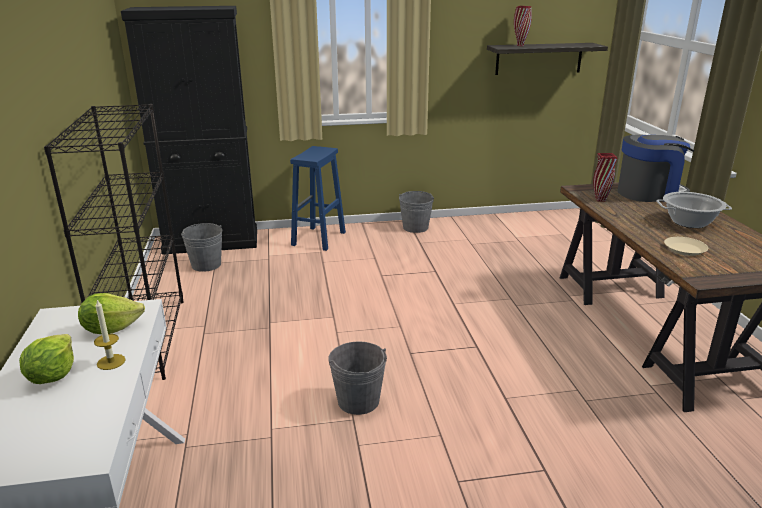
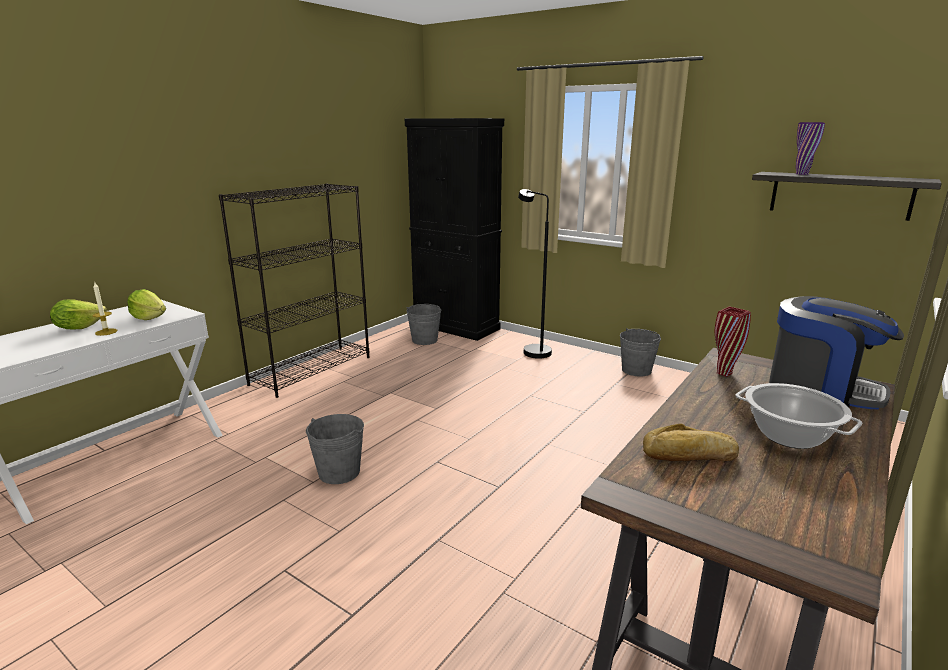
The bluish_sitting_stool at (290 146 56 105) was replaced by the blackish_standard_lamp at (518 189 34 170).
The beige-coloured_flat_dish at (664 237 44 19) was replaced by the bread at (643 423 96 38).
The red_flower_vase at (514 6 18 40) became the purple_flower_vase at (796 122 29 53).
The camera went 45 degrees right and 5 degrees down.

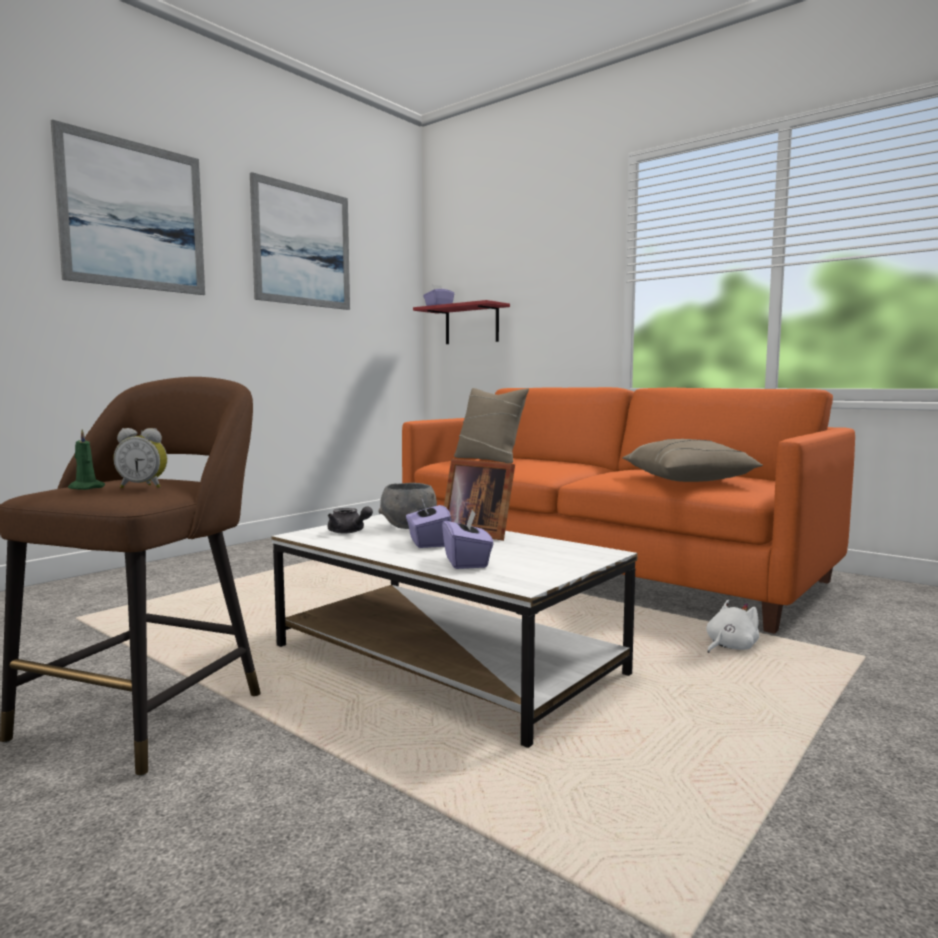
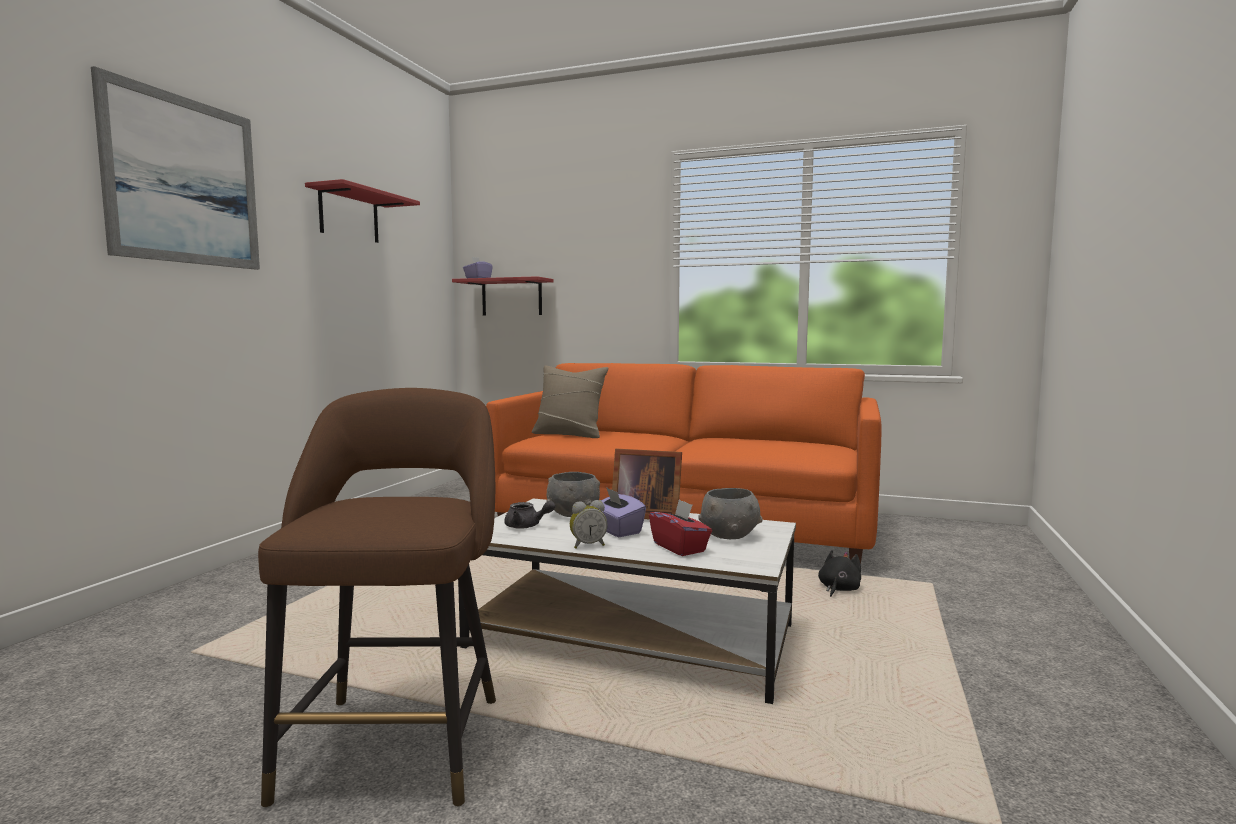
The wall_art at (250 172 100 138) was replaced by the red_bracket_shelf at (305 179 115 64).
The alarm_clock moved from (113 428 54 60) to (570 500 38 49).
The purple_tissue_box at (442 509 52 60) became the red_tissue_box at (649 499 63 57).
The grey_deep_dish at (698 488 65 51) appeared.
The white-coloured_soft_toy at (706 600 54 53) became the blackish_soft_toy at (818 550 43 47).
The green-coloured_wax_candle at (68 429 37 61) disappeared.
The beige-coloured_cushion at (622 439 141 43) disappeared.
The camera went 20 degrees left and 0 degrees up.

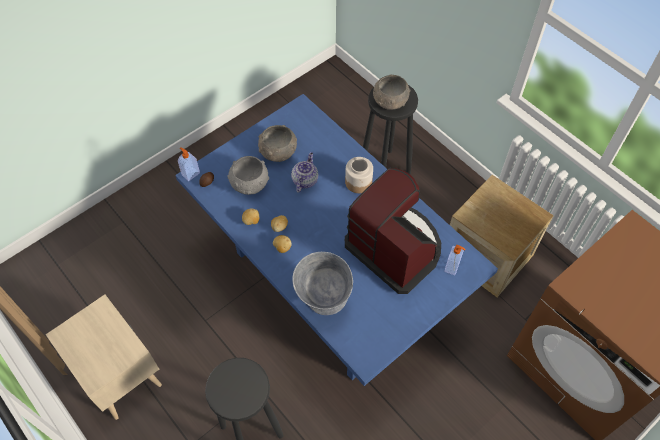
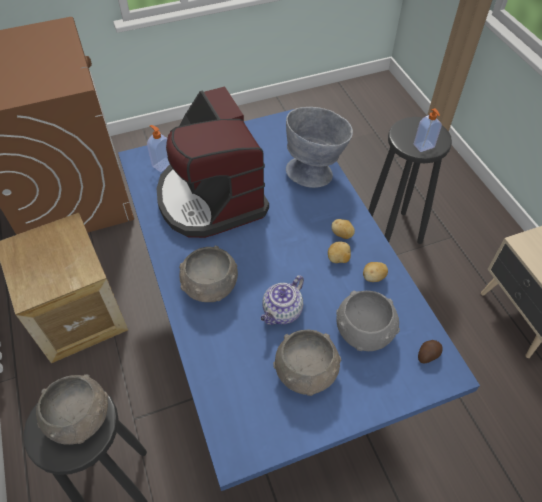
The storage_jar at (345 157 28 36) was replaced by the grey_deep_dish at (179 246 59 56).
The liquid_soap_bottle moved from (178 148 22 33) to (414 108 28 44).
The camera went 160 degrees left and 5 degrees down.

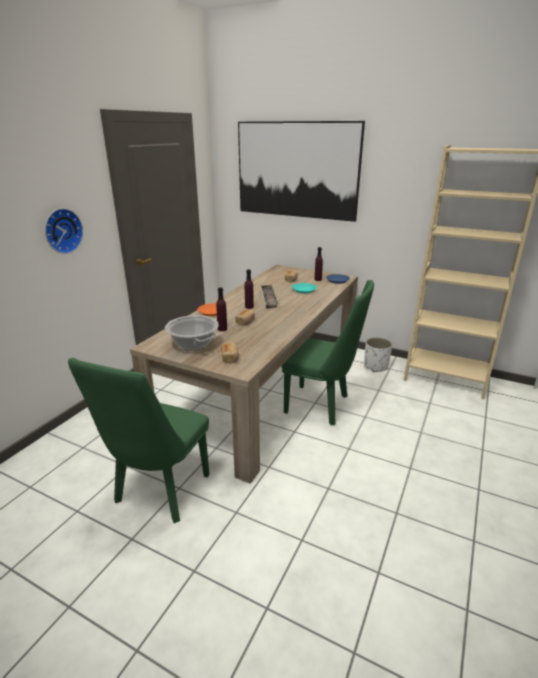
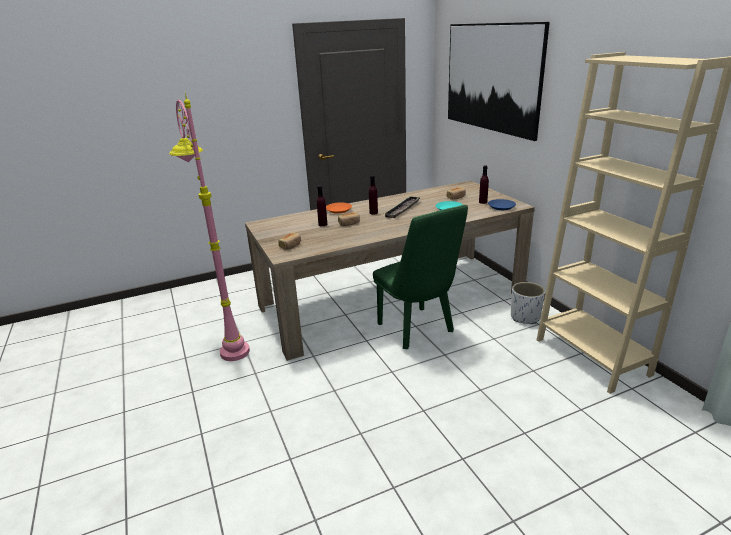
The green-coloured_plain_chair at (68 358 142 165) was replaced by the pink_standard_lamp at (169 92 81 269).
The clock_on_the_wall at (45 208 38 46) disappeared.
The saucepot at (165 315 54 36) disappeared.
The camera went 40 degrees right and 0 degrees up.

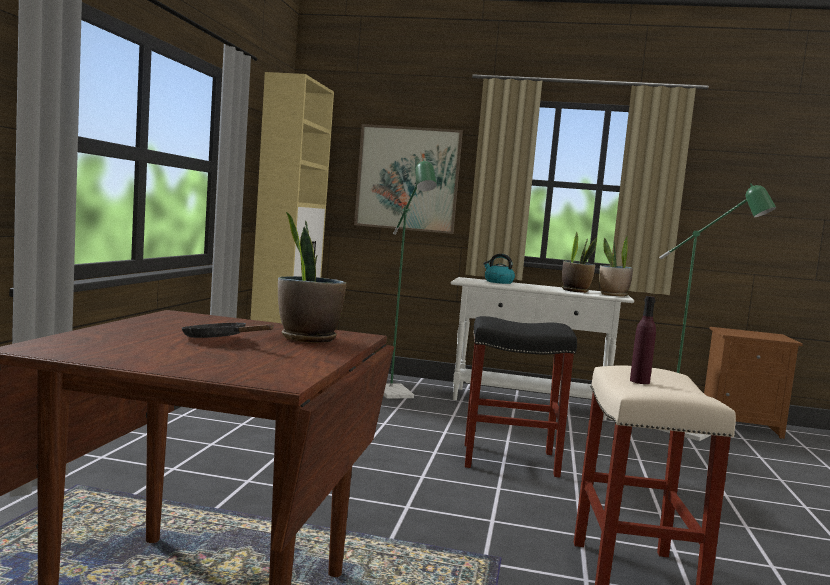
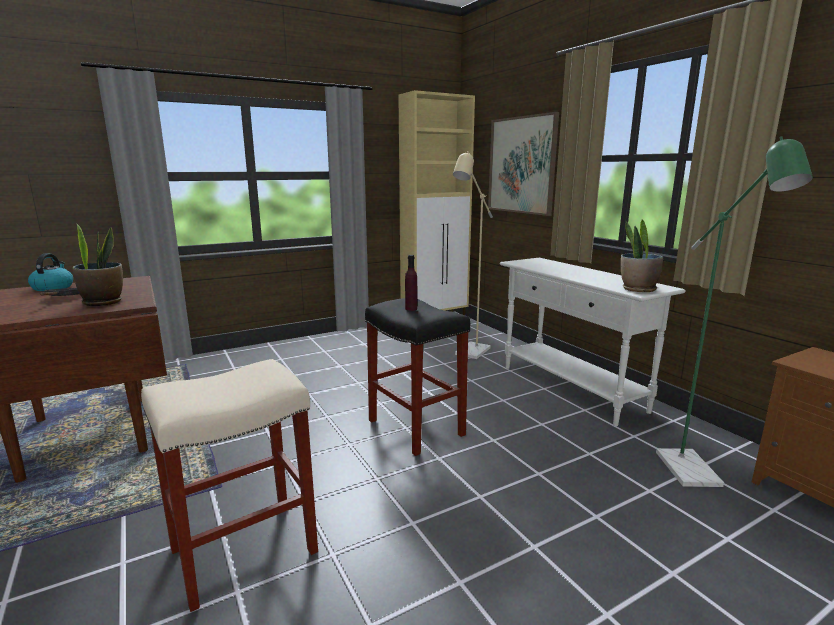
The water_kettle moved from (483 254 32 30) to (28 253 45 38).
The purple_drink_bottle moved from (630 296 26 88) to (405 255 12 56).
The green-coloured_standard_lamp at (384 160 53 238) became the beige-coloured_standard_lamp at (453 151 40 208).
The potted_plant at (562 231 35 62) disappeared.
The camera went 50 degrees right and 10 degrees up.

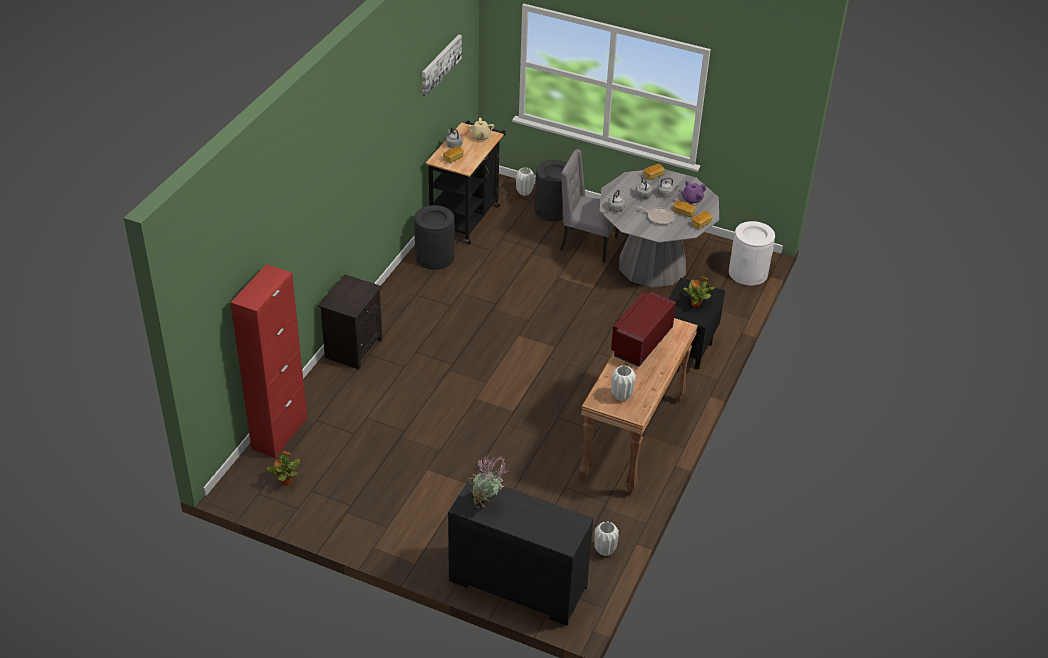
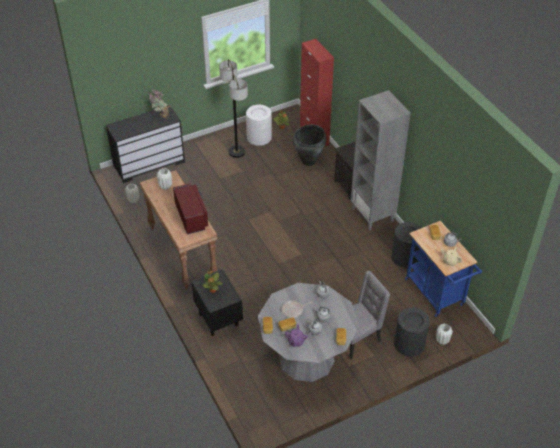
The standard_lamp at (219 59 29 99) appeared.
The white-coloured_rubbish_bin moved from (729 221 46 65) to (246 105 26 41).
The blackish_flower_vase at (293 125 33 41) appeared.
The grey_shelving_unit at (351 90 60 141) appeared.
The blackish_wheeled_cart at (426 121 80 124) became the bluish_wheeled_cart at (405 221 77 96).
The wall_art at (422 34 40 62) disappeared.
The camera went 130 degrees right and 5 degrees up.

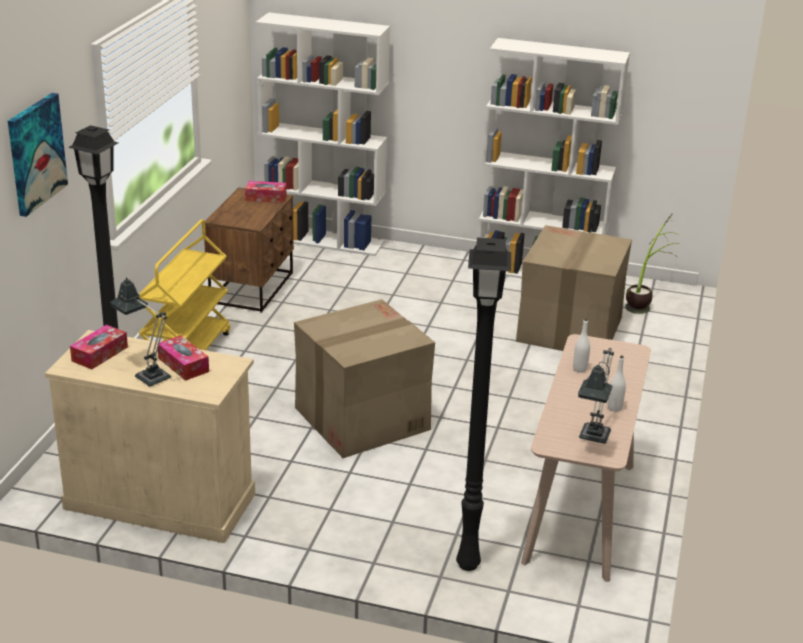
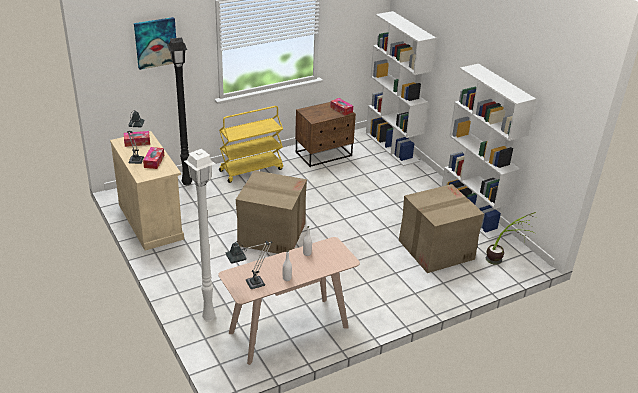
The blackish_standard_lamp at (456 237 55 334) became the white-coloured_standard_lamp at (184 149 32 173).
The camera went 45 degrees right and 5 degrees up.

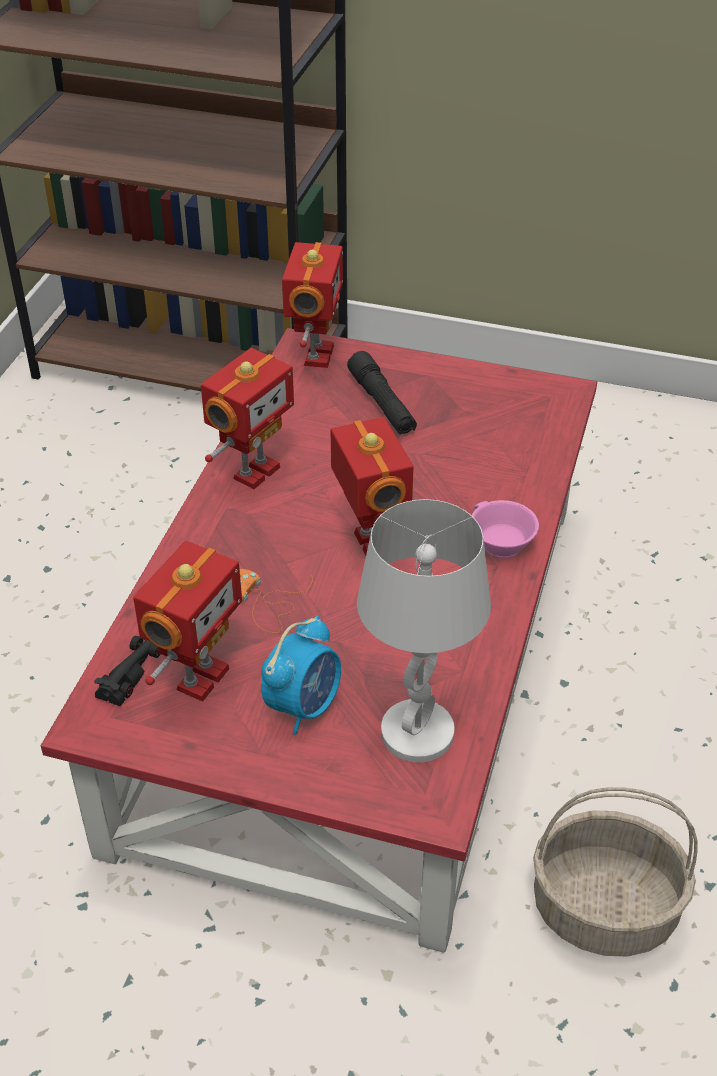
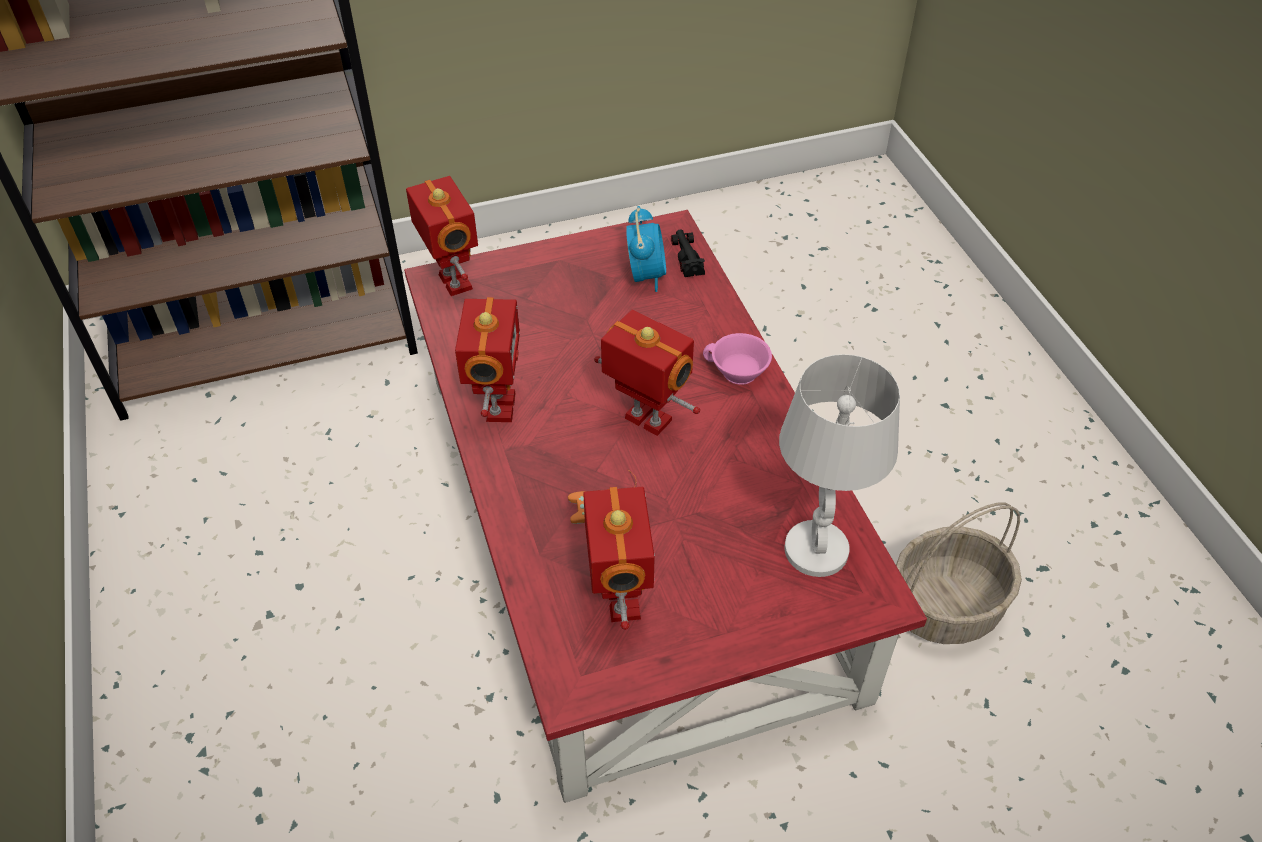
The alarm_clock moved from (261 615 80 120) to (626 206 40 86).
The blackish_toy_car moved from (94 636 66 70) to (671 230 34 47).
The blackish_torch at (347 351 70 83) disappeared.
The camera went 35 degrees left and 5 degrees up.

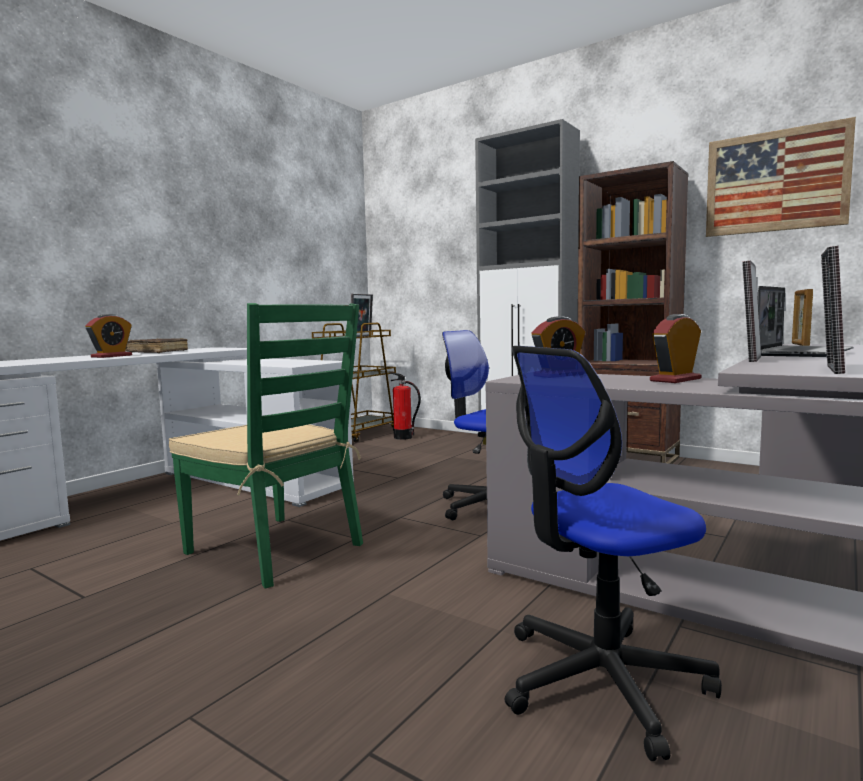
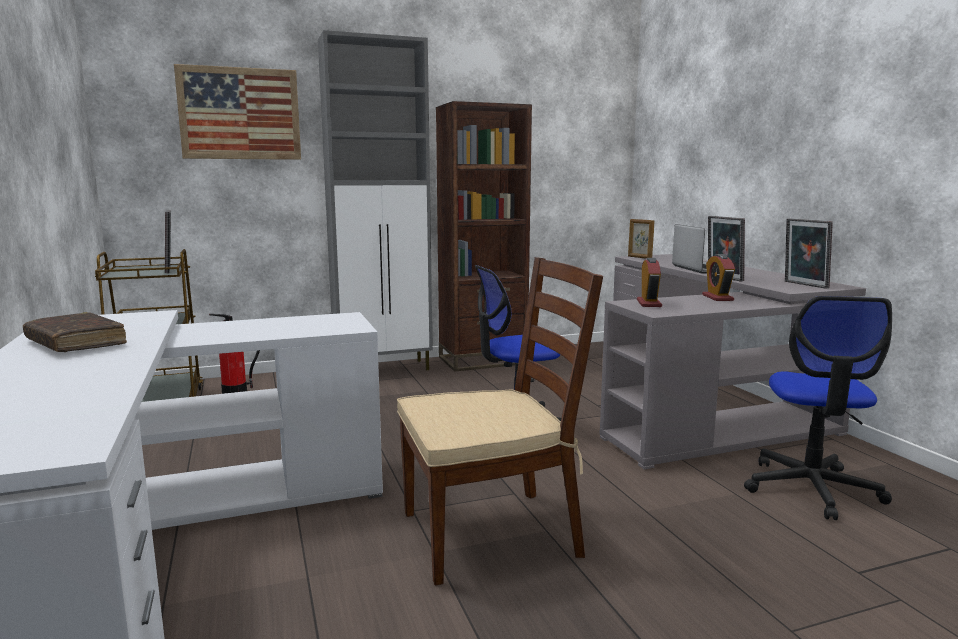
The wall_art moved from (706 117 150 120) to (174 64 127 96).
The green-coloured_plain_chair at (169 303 194 285) became the brownish_plain_chair at (397 257 206 329).
The alarm_clock at (85 314 47 44) disappeared.
The camera went 55 degrees left and 5 degrees up.

